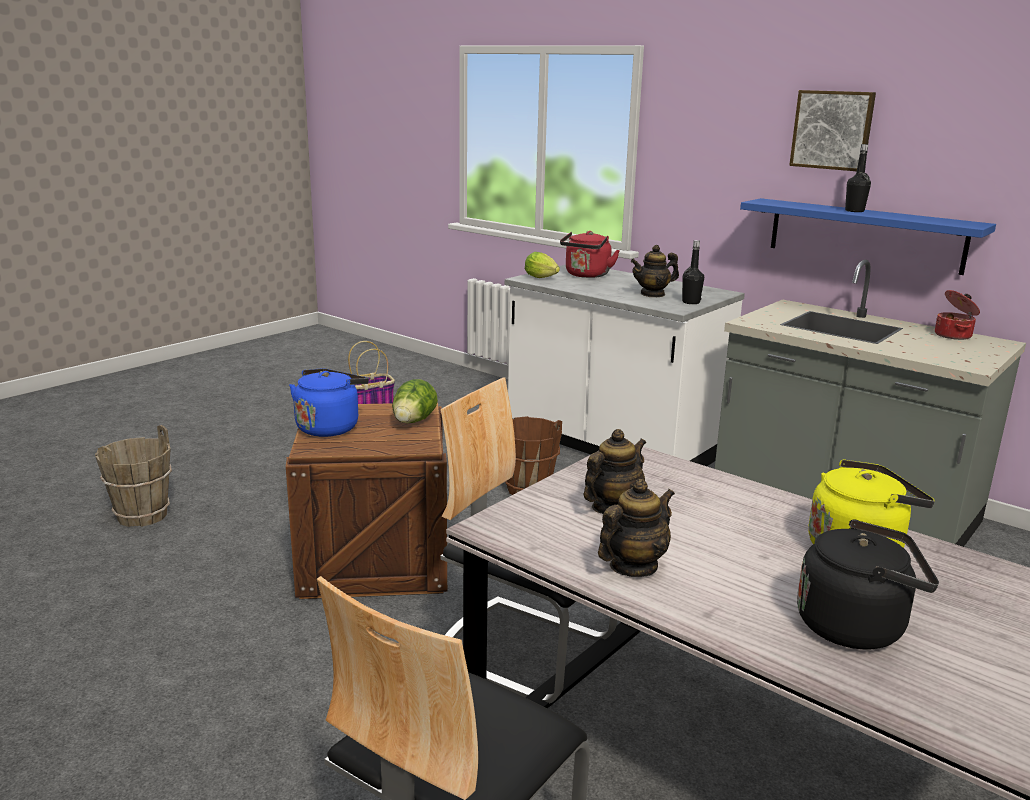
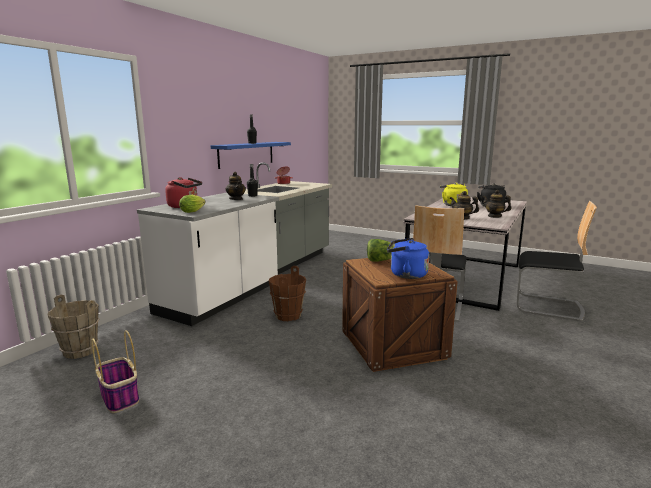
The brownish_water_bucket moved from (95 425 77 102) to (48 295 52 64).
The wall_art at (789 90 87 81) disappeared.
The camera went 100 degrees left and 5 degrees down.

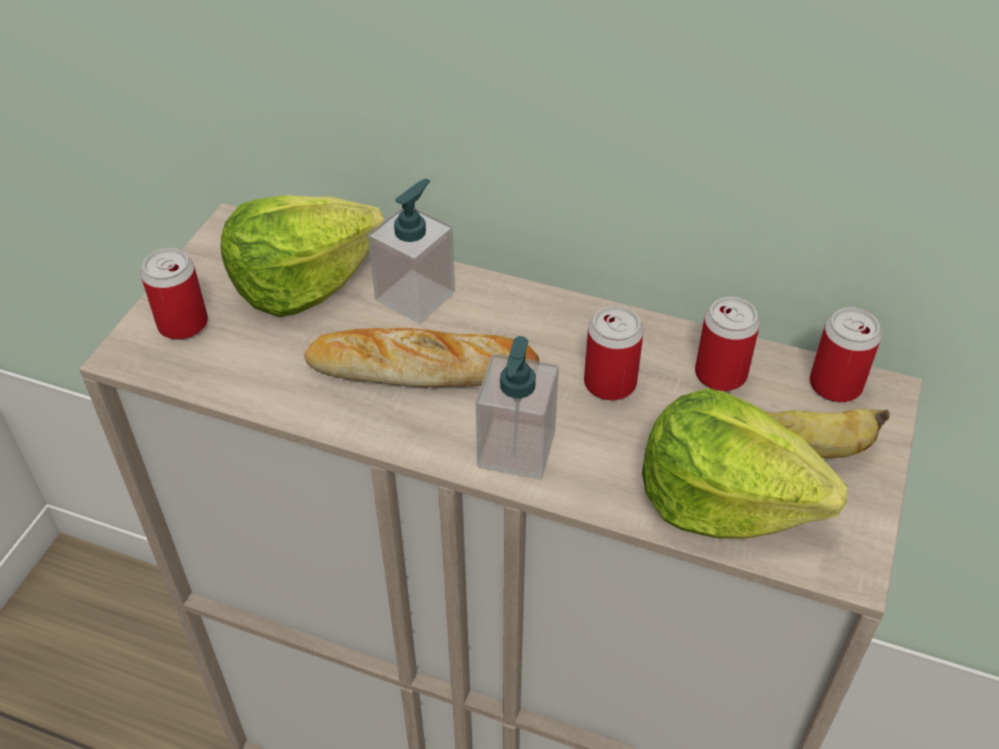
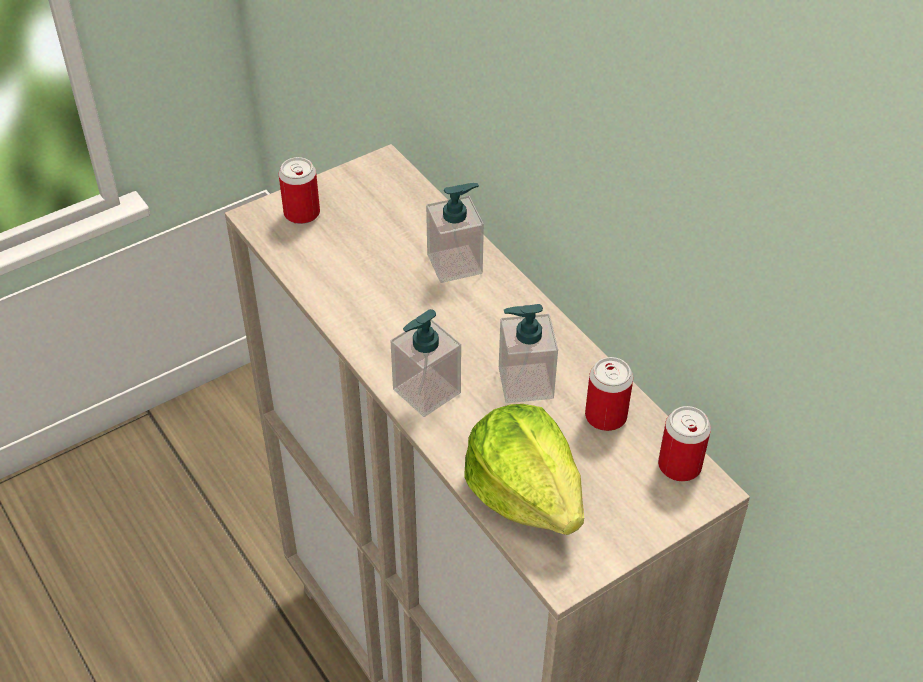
The metal_can at (584 305 60 96) was replaced by the liquid_soap_bottle at (499 304 59 99).
The head_of_lettuce at (221 195 163 122) disappeared.
The bread at (304 328 236 60) disappeared.
The banana_fruit at (766 409 124 49) disappeared.
The camera went 35 degrees right and 0 degrees up.

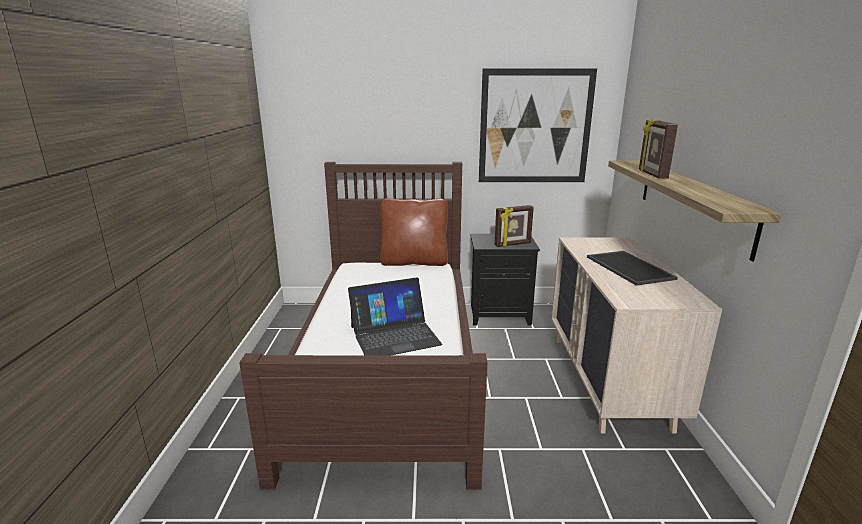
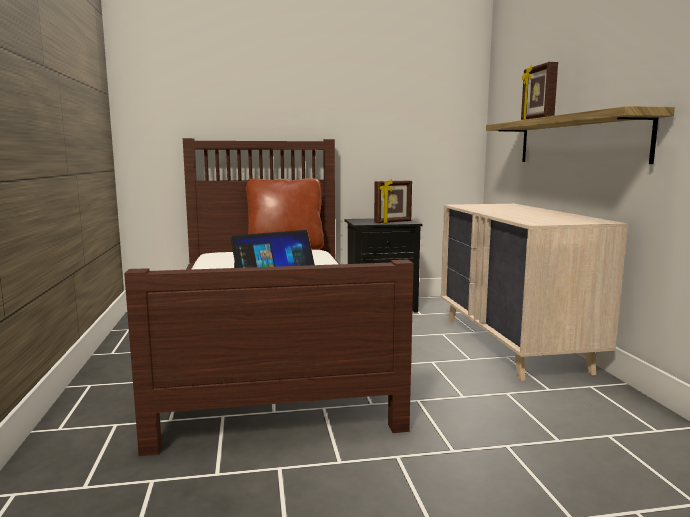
The wall_art at (479 69 118 113) disappeared.
The serving_tray at (587 251 91 35) disappeared.
The camera went 10 degrees left and 10 degrees down.

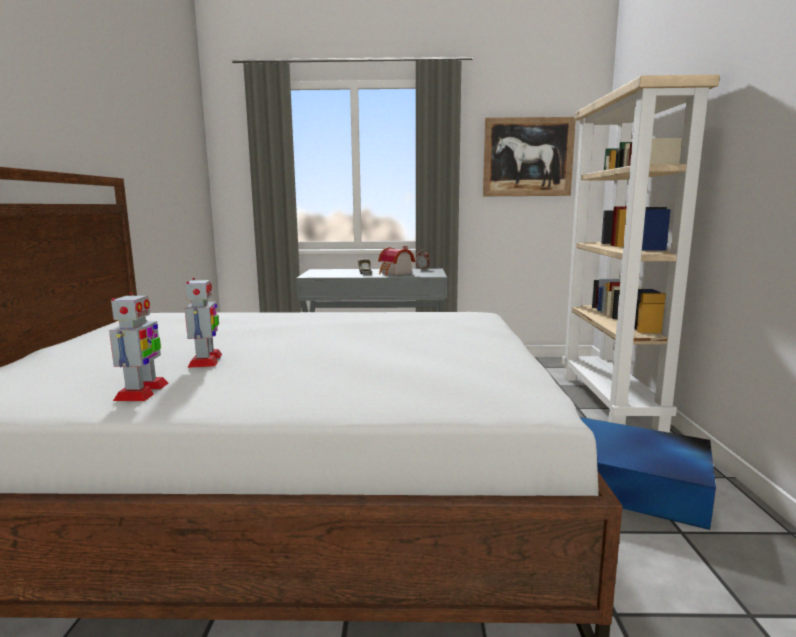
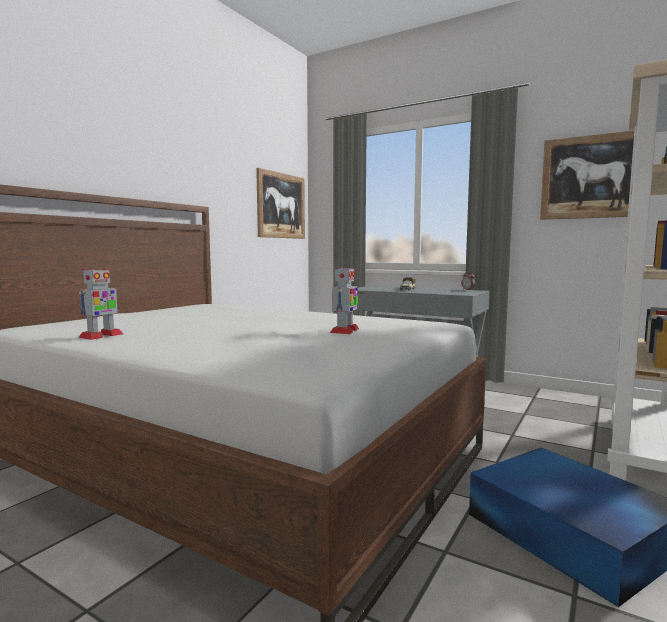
The wall_art at (256 168 49 71) appeared.
The toy_robot moved from (185 278 37 90) to (330 267 29 67).
The miniature_house at (378 246 37 29) disappeared.
The camera went 30 degrees right and 5 degrees down.

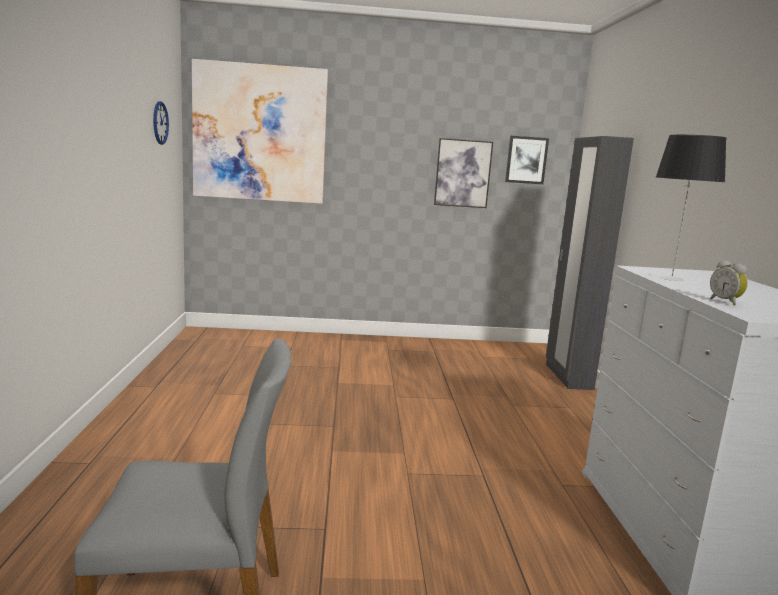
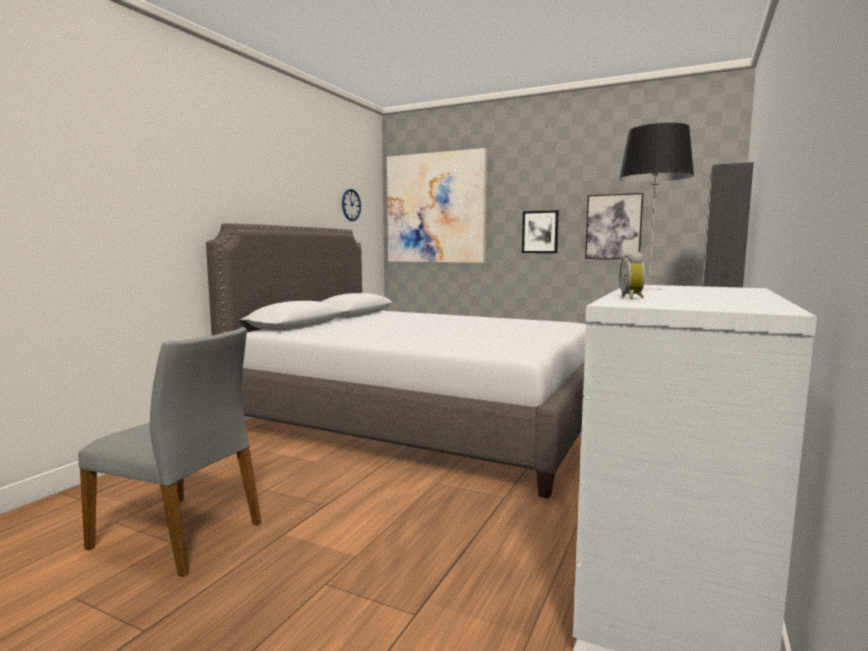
The grey_bedroom_bed at (206 223 380 276) appeared.
The wall_art moved from (505 136 44 48) to (522 210 37 43).
The camera went 30 degrees right and 5 degrees down.

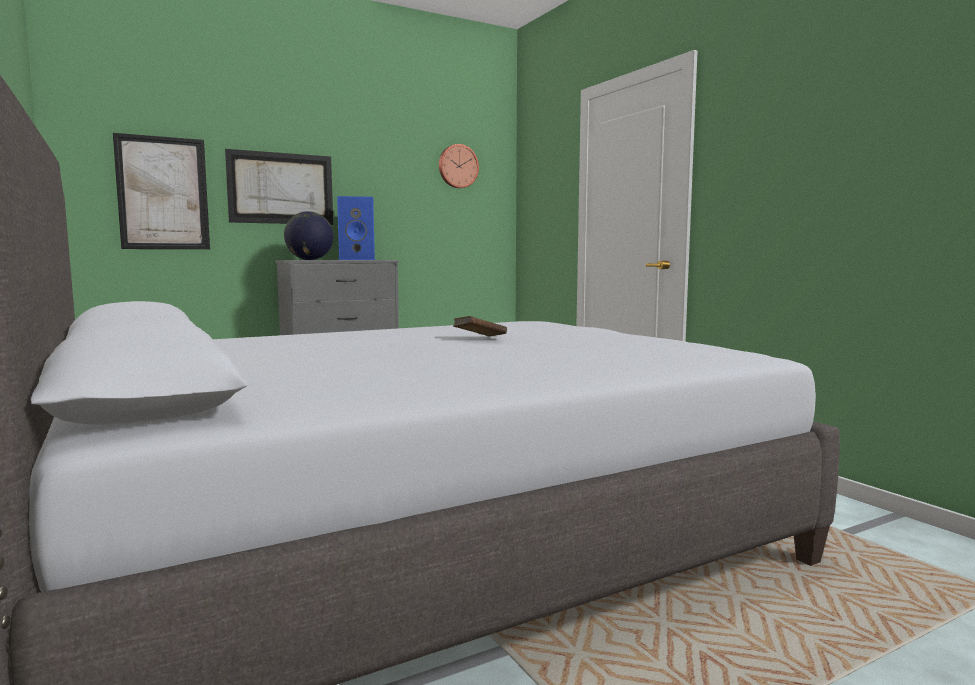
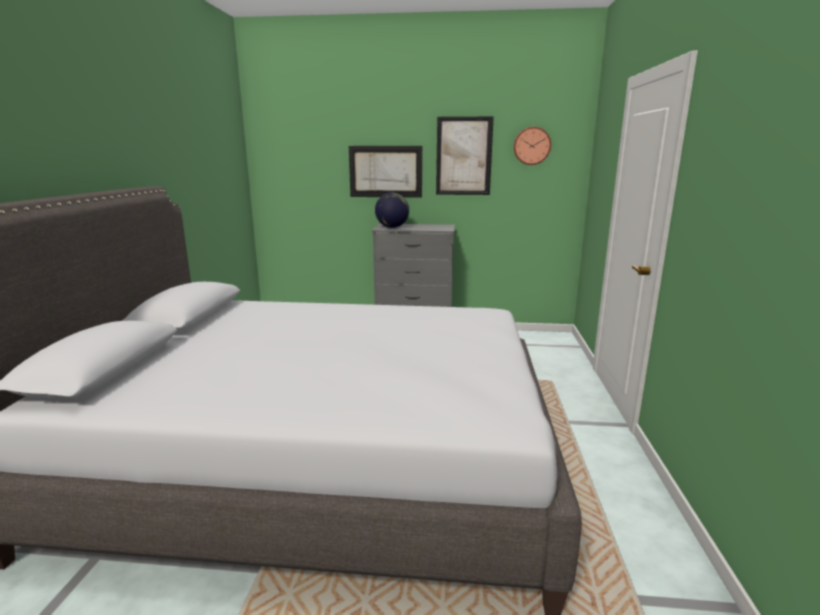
The wall_art moved from (113 133 97 116) to (436 116 58 79).
The bluish_audio_speaker at (337 196 38 64) disappeared.
The brownish_book at (453 316 54 20) disappeared.
The camera went 35 degrees right and 10 degrees up.

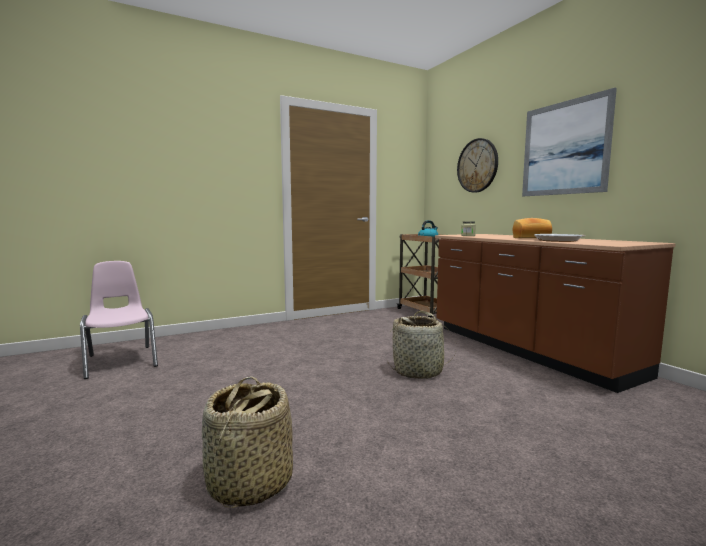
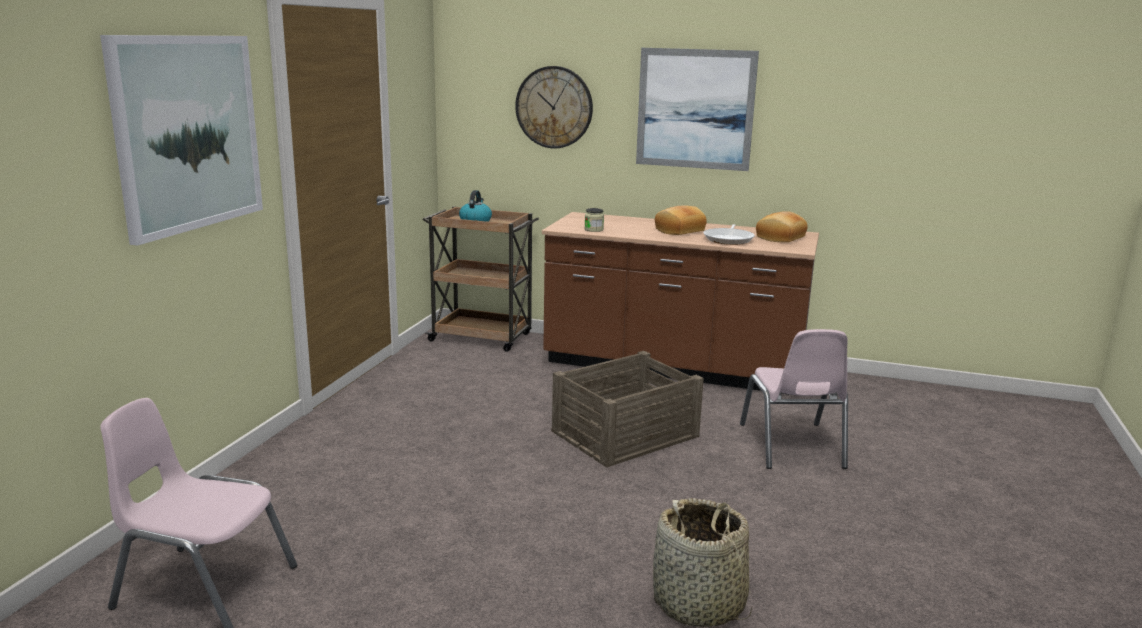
The wall_art at (100 35 163 211) appeared.
The household_basket at (388 310 68 69) was replaced by the packing_crate at (551 351 153 116).
The pink_plain_chair at (740 329 108 140) appeared.
The bread at (756 211 52 31) appeared.
The camera went 45 degrees left and 10 degrees up.

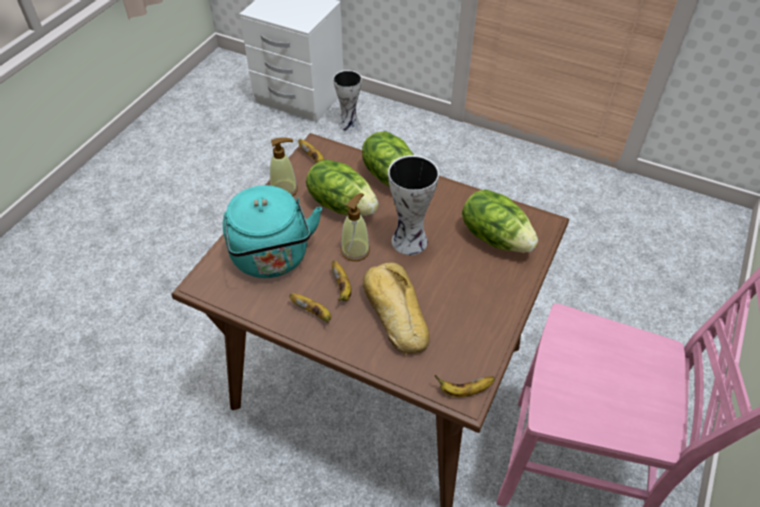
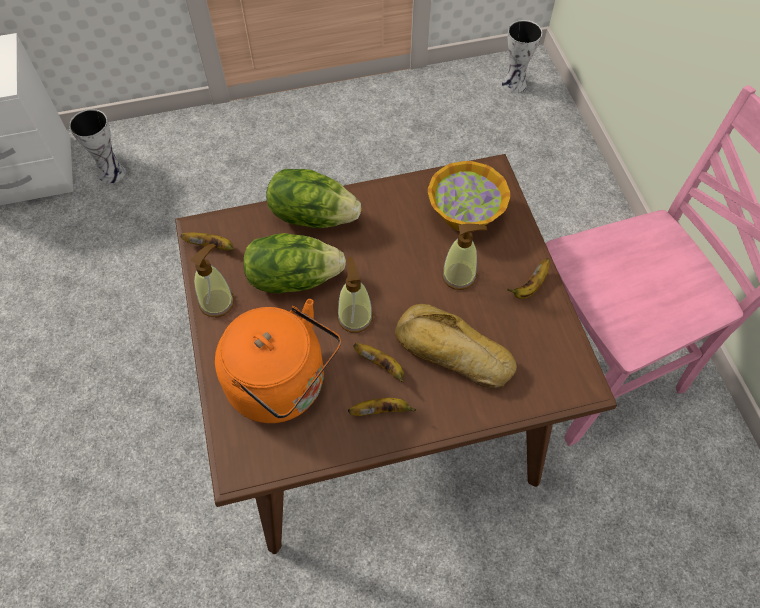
The blue-green_water_kettle at (223 185 99 93) became the orange-coloured_water_kettle at (215 299 126 124).
The head_of_lettuce at (462 189 76 64) was replaced by the deep_dish at (428 161 82 70).
The liquid_soap_bottle at (442 224 45 66) appeared.
The flower_vase moved from (388 155 51 100) to (502 20 40 74).
The banana_fruit moved from (435 375 60 22) to (507 258 43 41).
The camera went 40 degrees left and 10 degrees up.

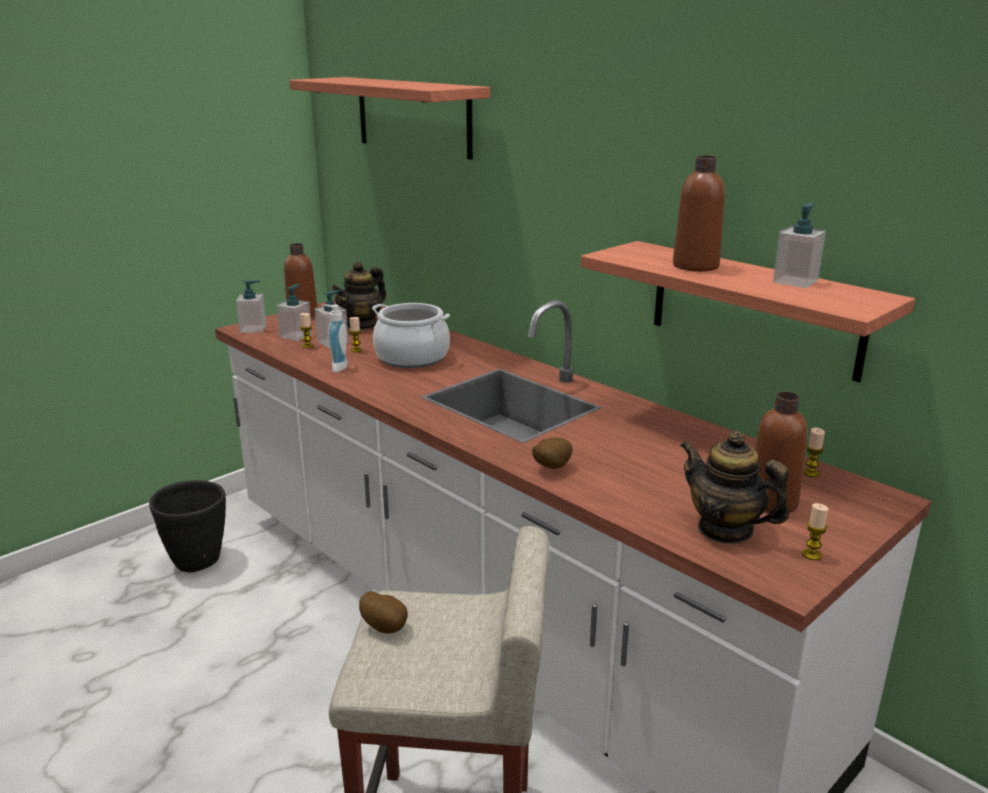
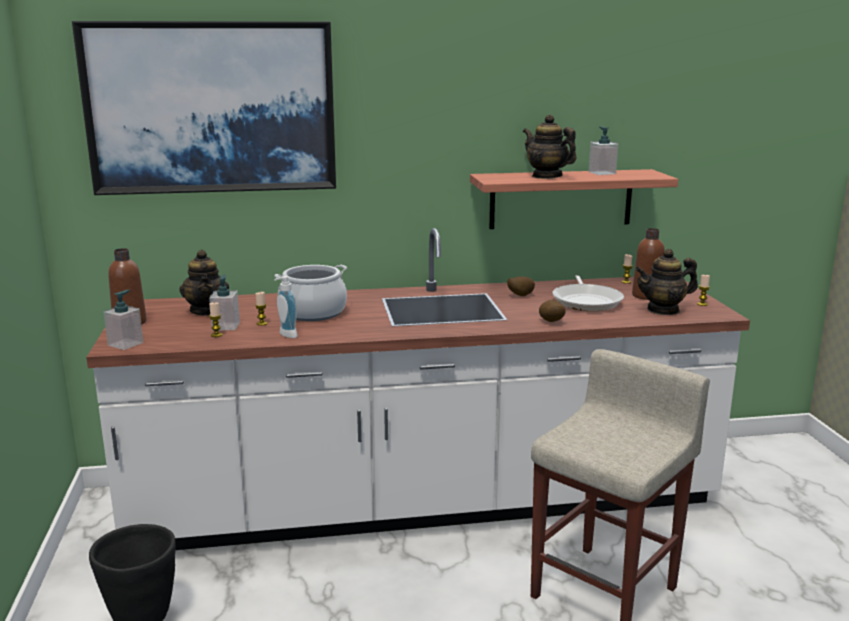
The bracket_shelf at (289 77 201 83) was replaced by the wall_art at (72 21 264 174).
The spud moved from (359 591 49 43) to (507 276 28 20).
The brownish_drink_bottle at (673 155 52 117) was replaced by the tea_pot at (523 115 54 64).
The skillet at (552 275 72 36) appeared.
The liquid_soap_bottle at (276 284 36 57) disappeared.
The camera went 55 degrees left and 5 degrees down.

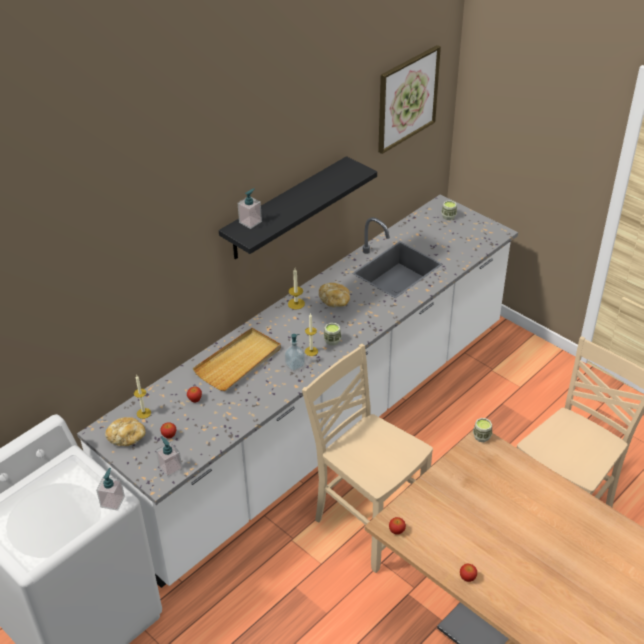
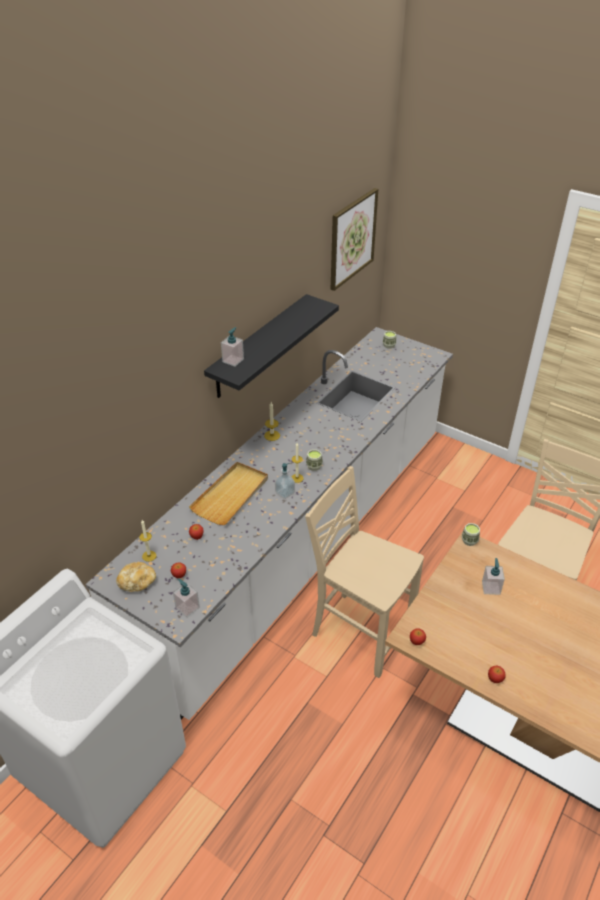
The liquid_soap_bottle moved from (96 468 29 43) to (482 558 23 37).
The bread at (319 283 31 24) disappeared.
The camera went 10 degrees left and 0 degrees up.

